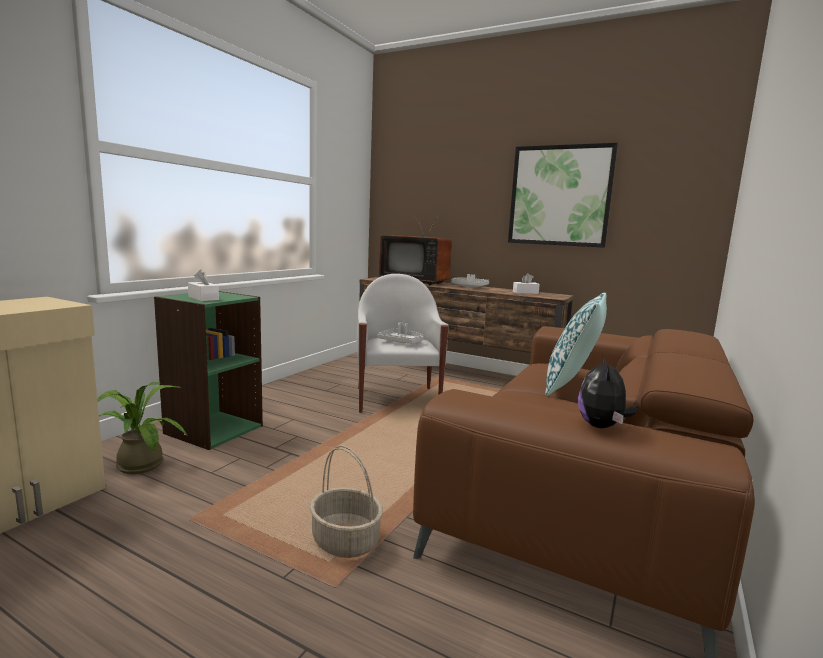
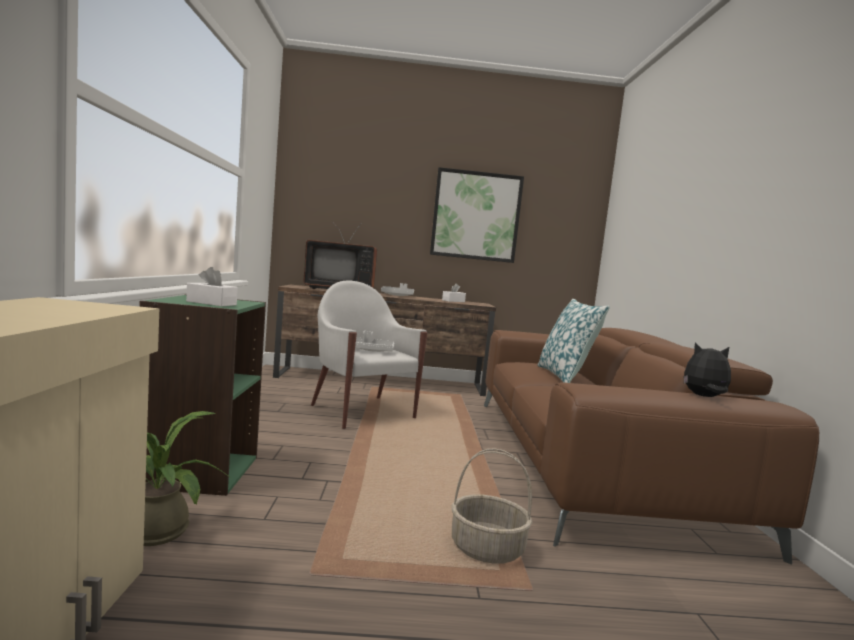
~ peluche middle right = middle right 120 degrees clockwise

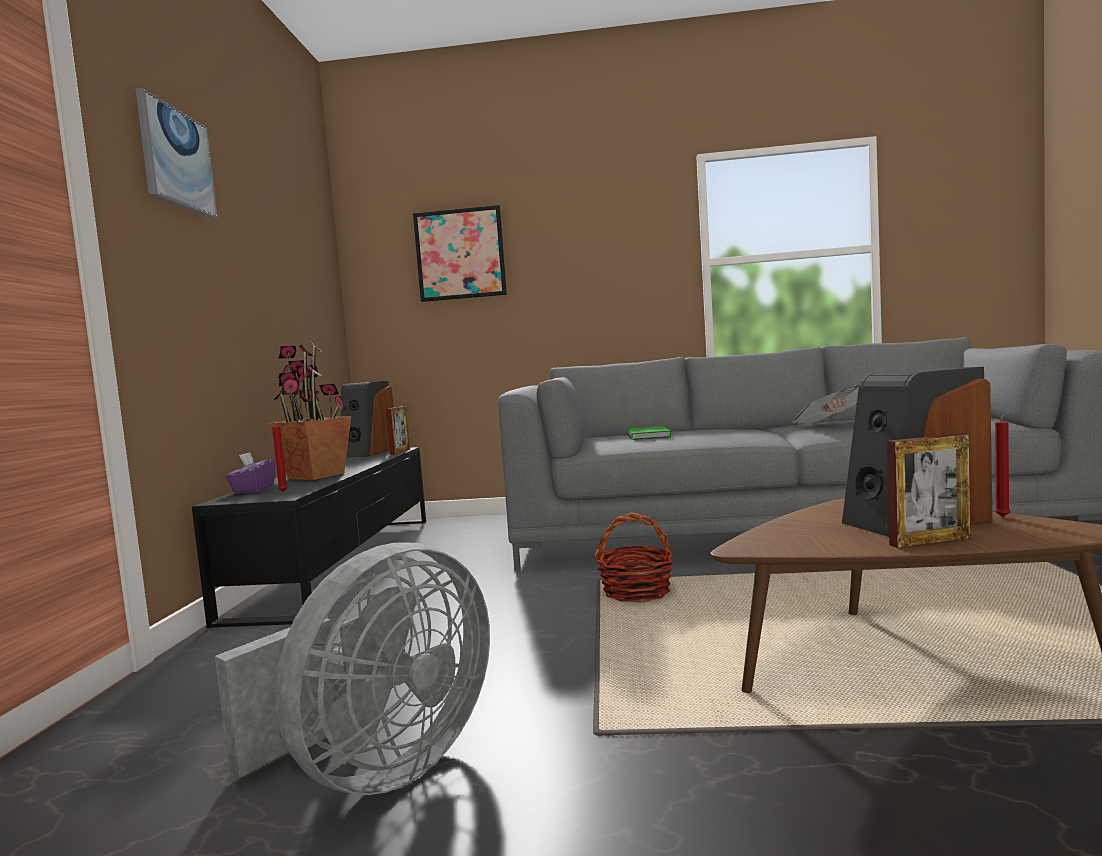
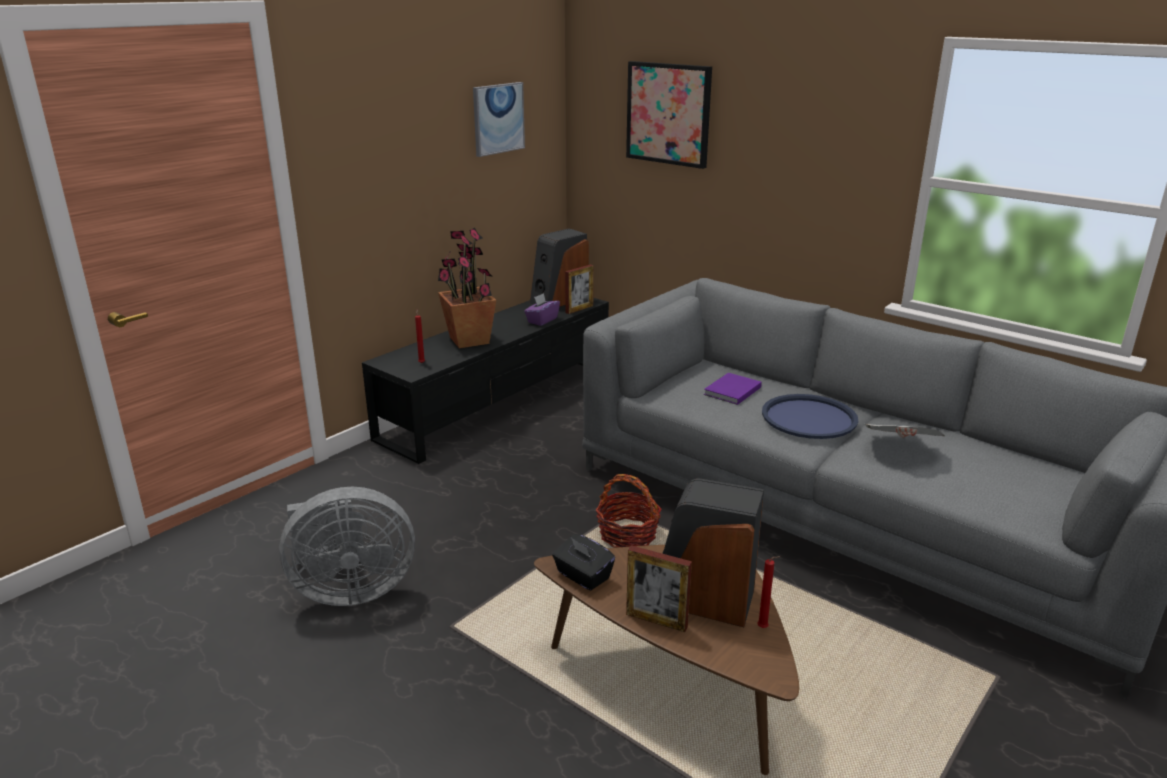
~ tableau (no. 1 from left) top left to top centre
~ boîte à mouchoirs (violet) middle left to centre
+ boîte à mouchoirs (noir) bottom centre
~ livre (vert) centre to livre (violet) centre
+ plateau (bleu) middle right

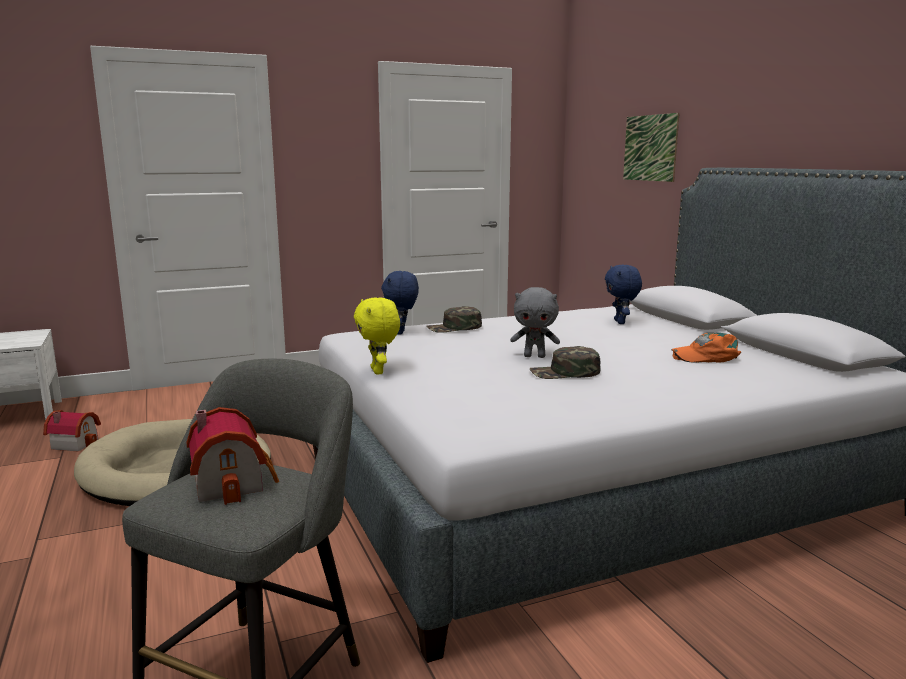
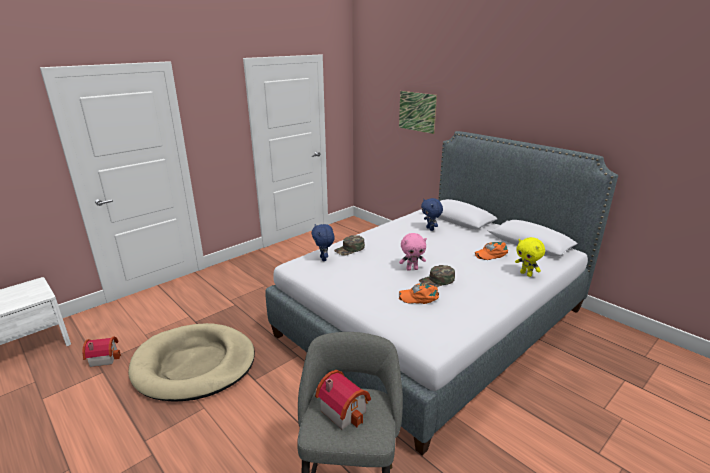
~ peluche (gris) centre to peluche (rose) centre
+ casquette (orange) (no. 1 from left) centre
~ peluche (jaune) centre to middle right

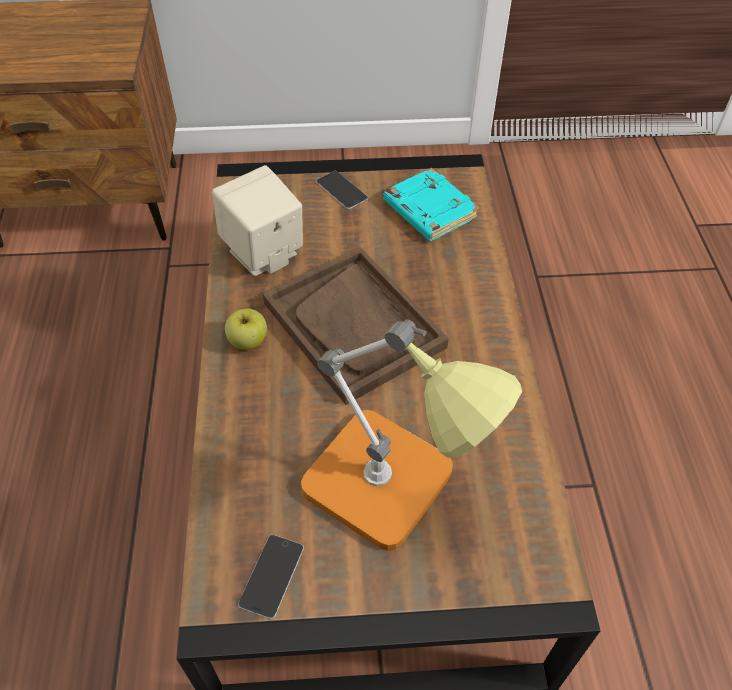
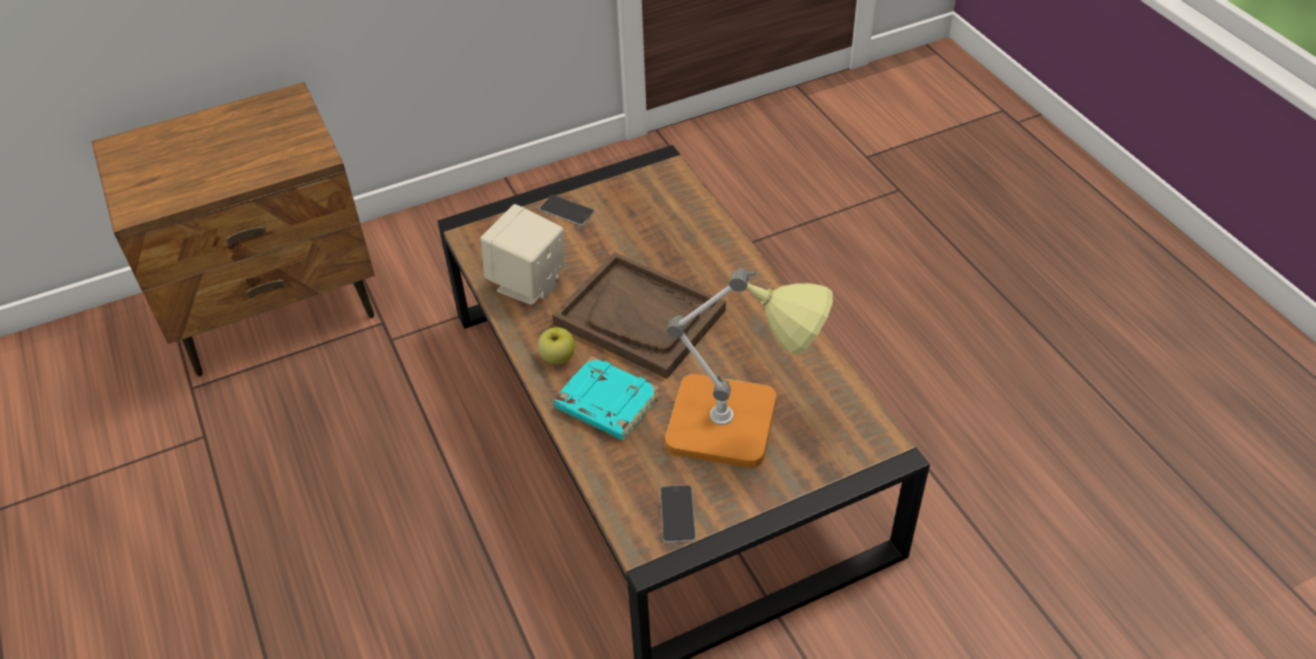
~ livre (turquoise) top centre to centre

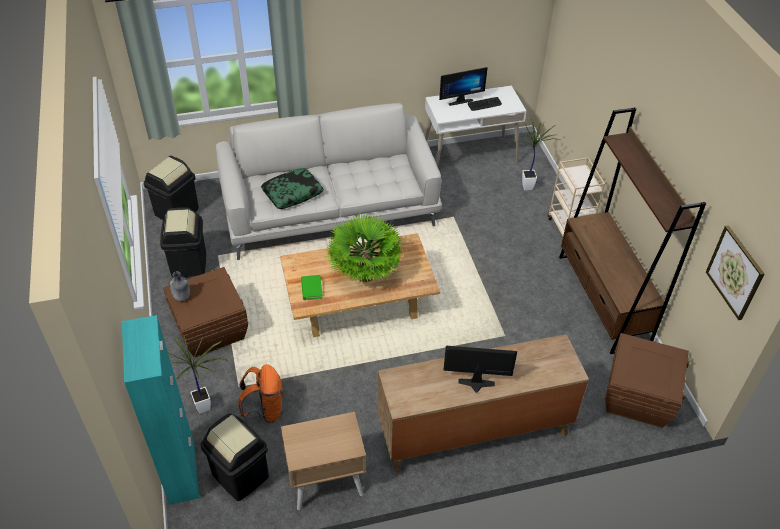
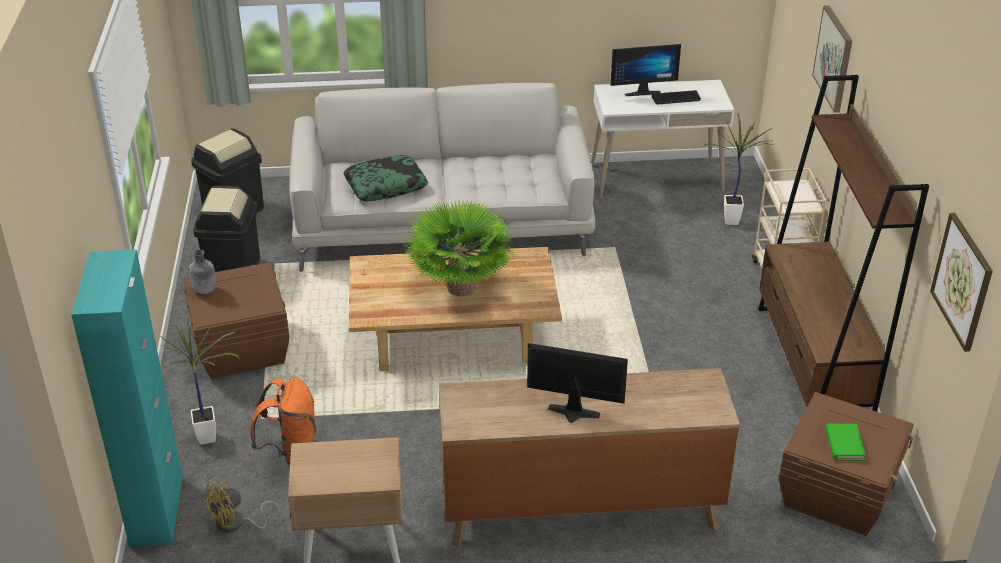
~ poubelle (noir) (no. 3 from left) bottom left to ventilateur (jaune) bottom left
+ tableau (no. 1 from left) top right
~ livre (vert) centre to bottom right

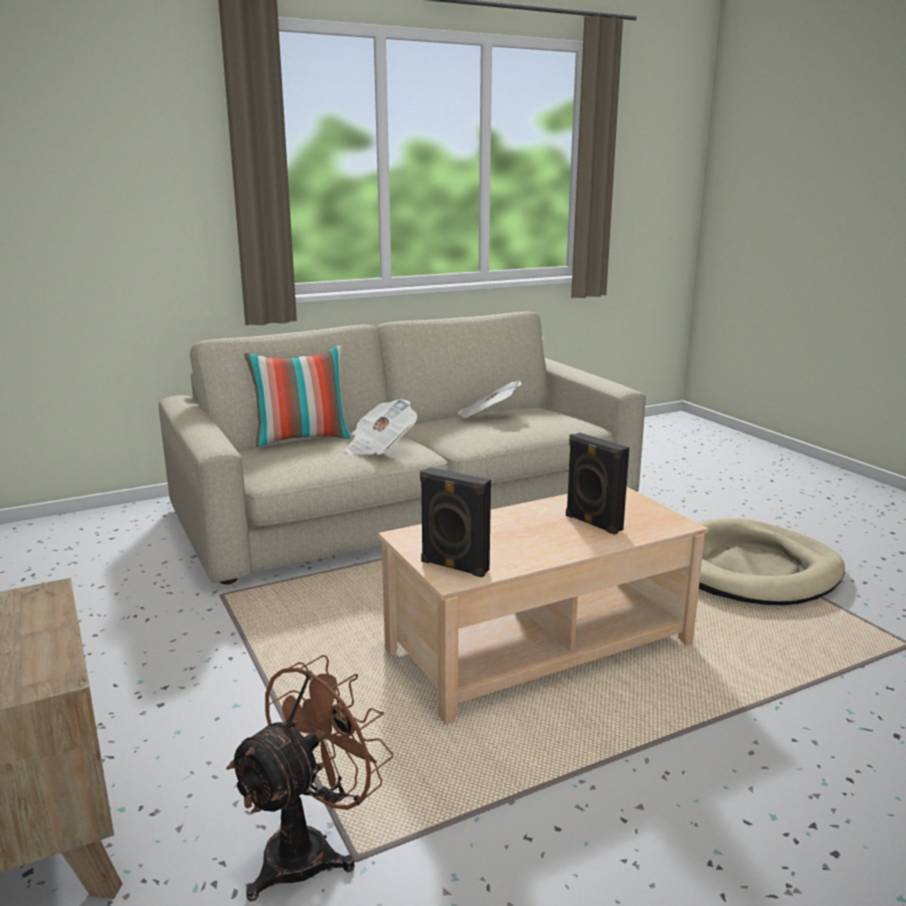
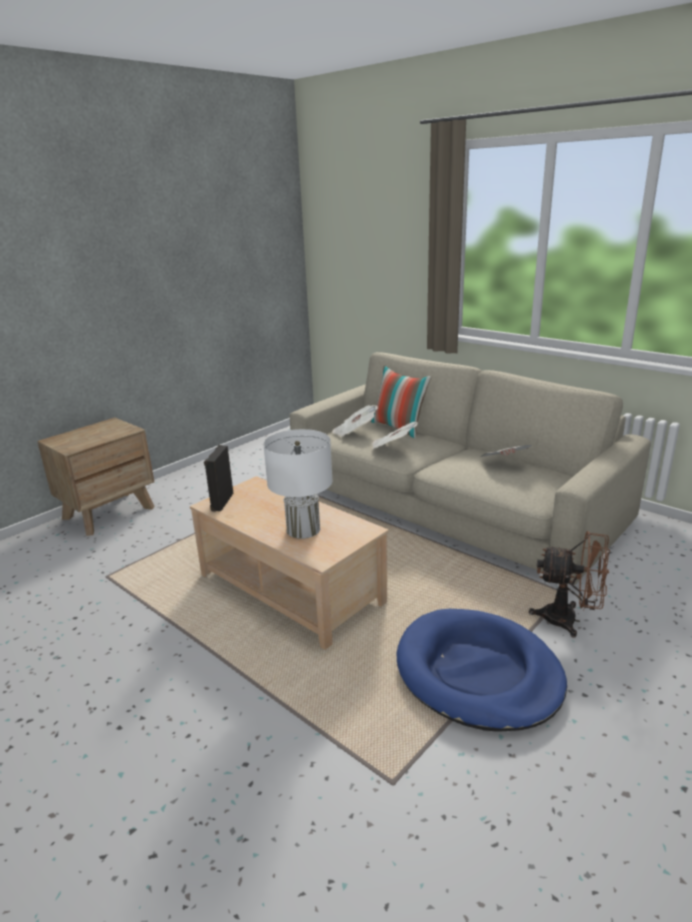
~ enceinte (noir) (no. 2 from left) centre to lampe de table (blanc) centre
+ journal (no. 1 from left) centre
~ panier pour chien (beige) middle right to panier pour chien (bleu) bottom right
~ ventilateur (marron) bottom centre to middle right

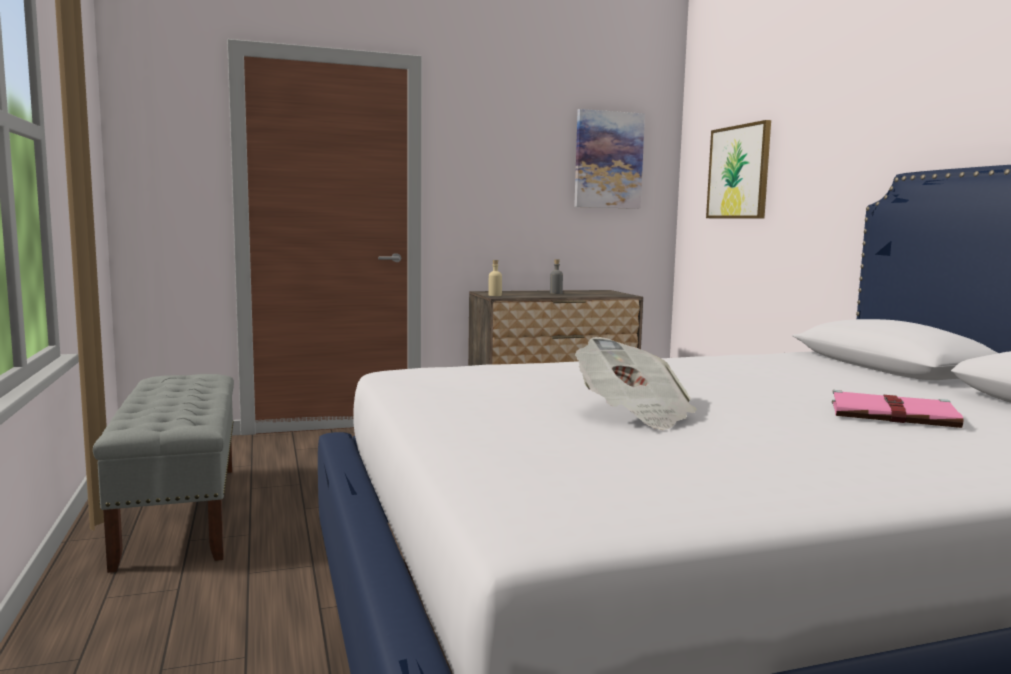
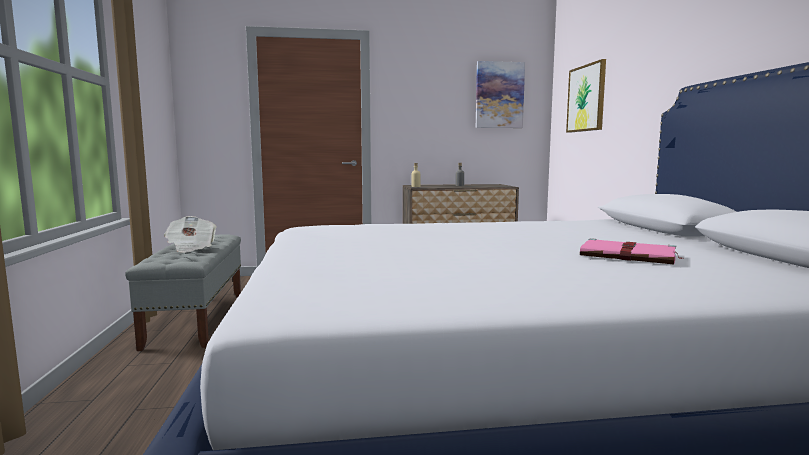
~ journal centre to middle left

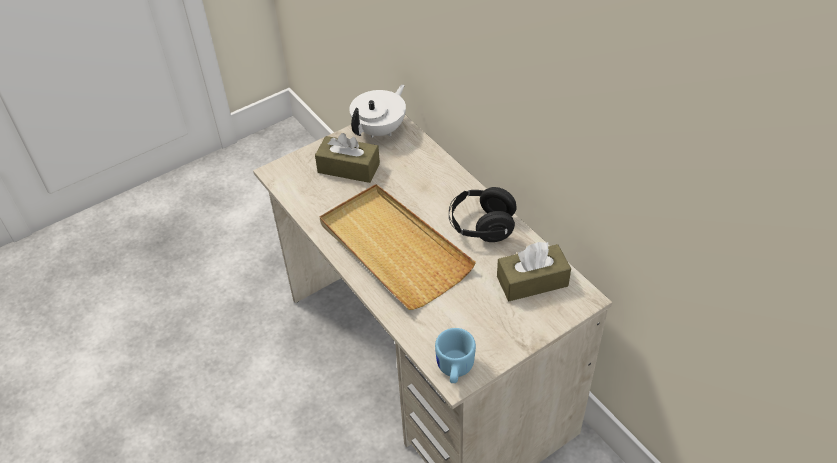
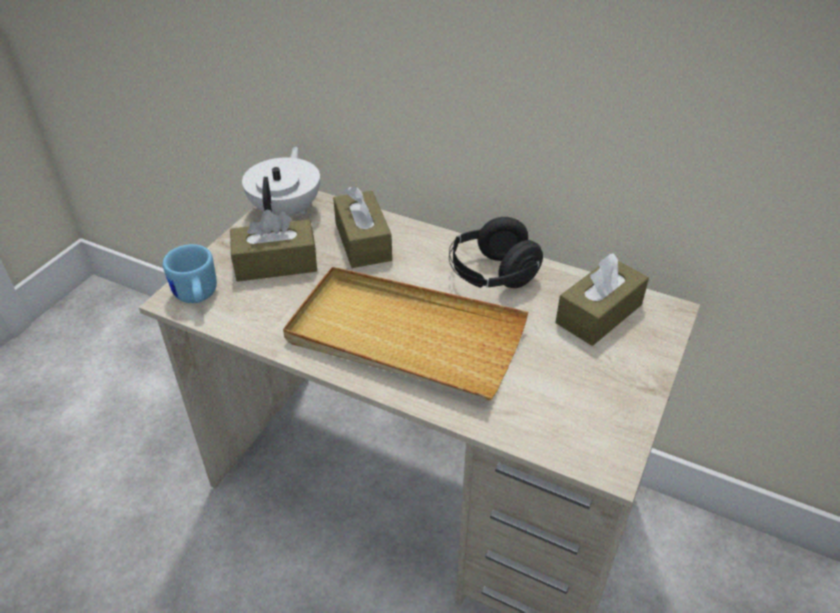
~ mug (bleu) bottom centre to middle left
+ boîte à mouchoirs (marron) (no. 2 from left) centre

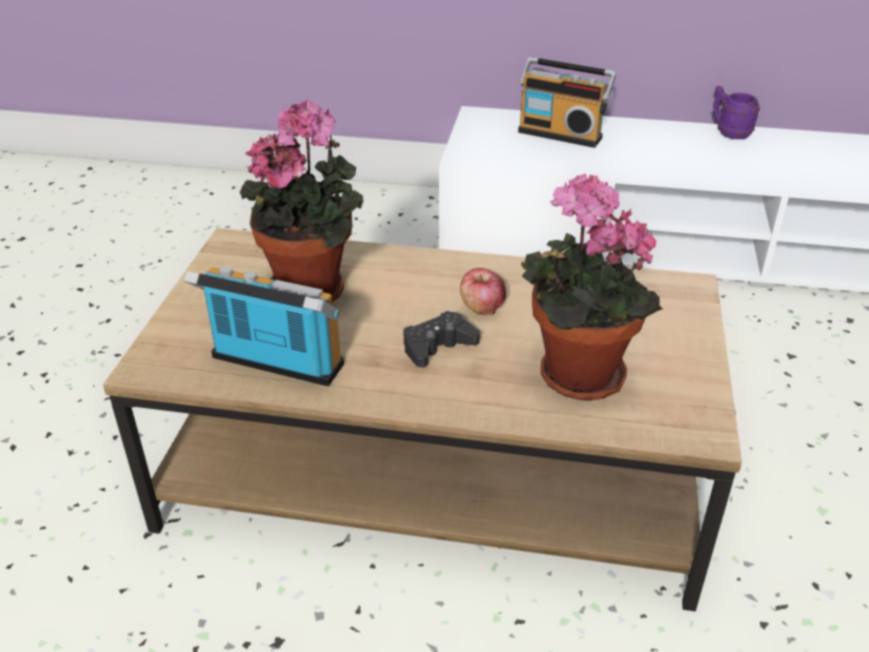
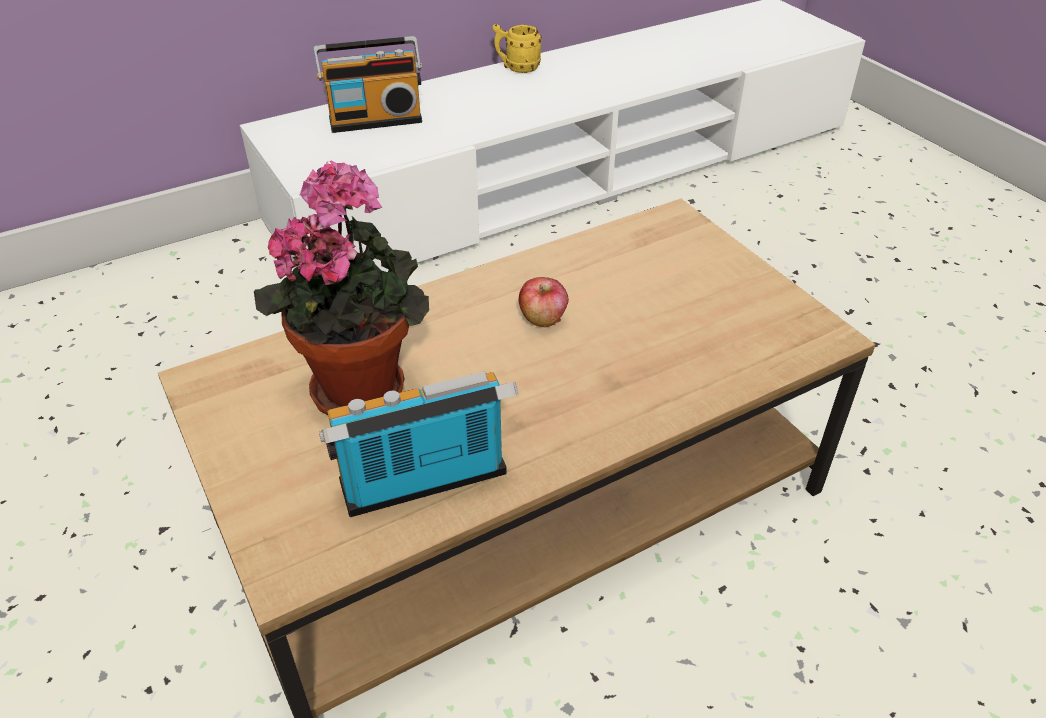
~ mug (violet) top right to mug (jaune) top centre
- manette (noir) centre
- plante en pot (no. 2 from left) middle right

